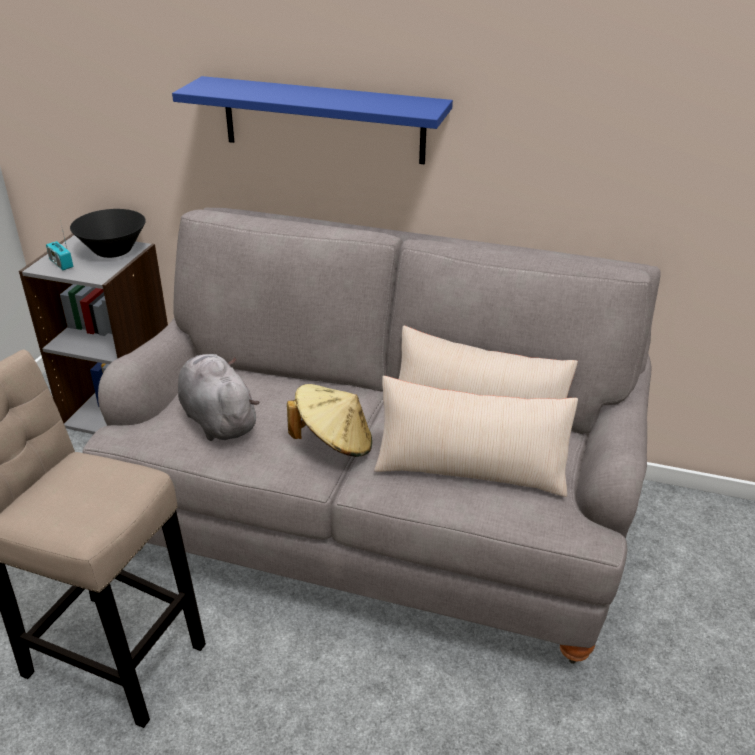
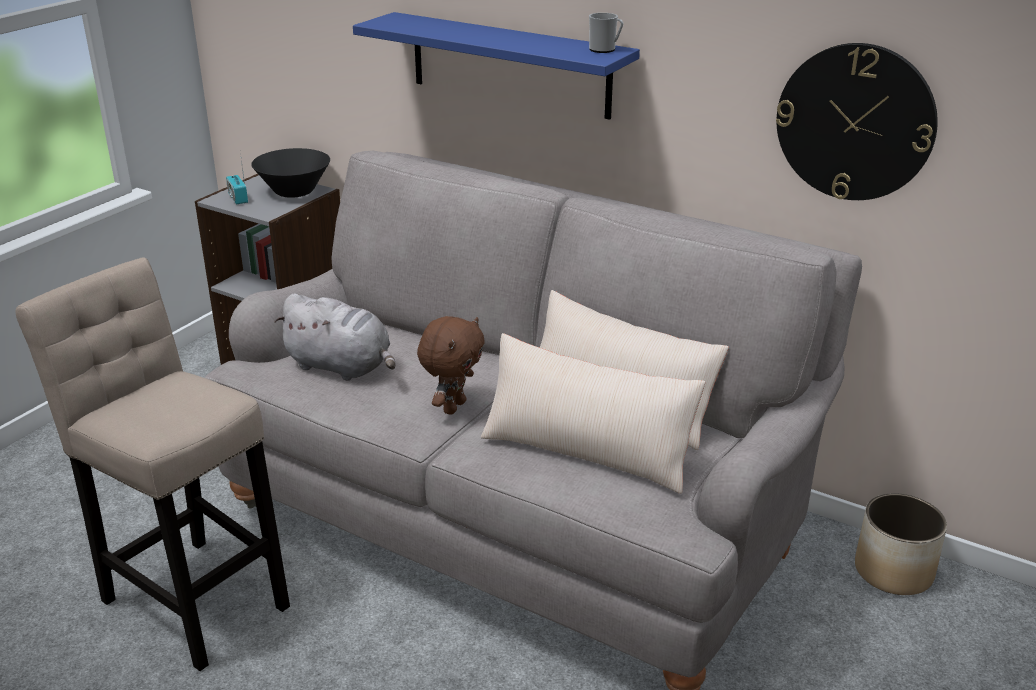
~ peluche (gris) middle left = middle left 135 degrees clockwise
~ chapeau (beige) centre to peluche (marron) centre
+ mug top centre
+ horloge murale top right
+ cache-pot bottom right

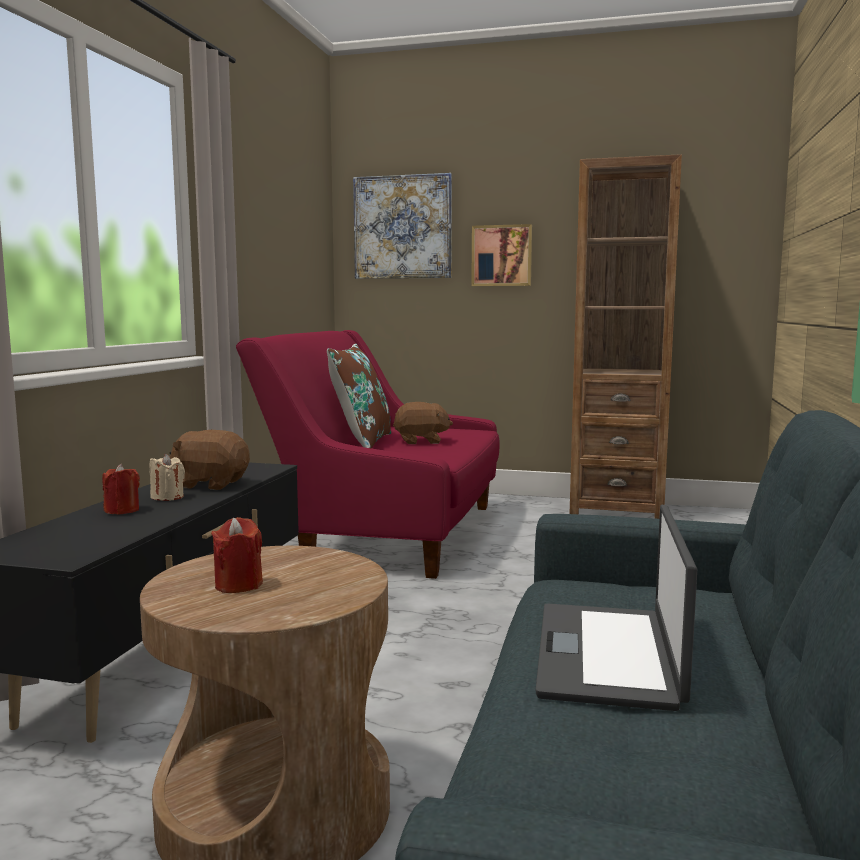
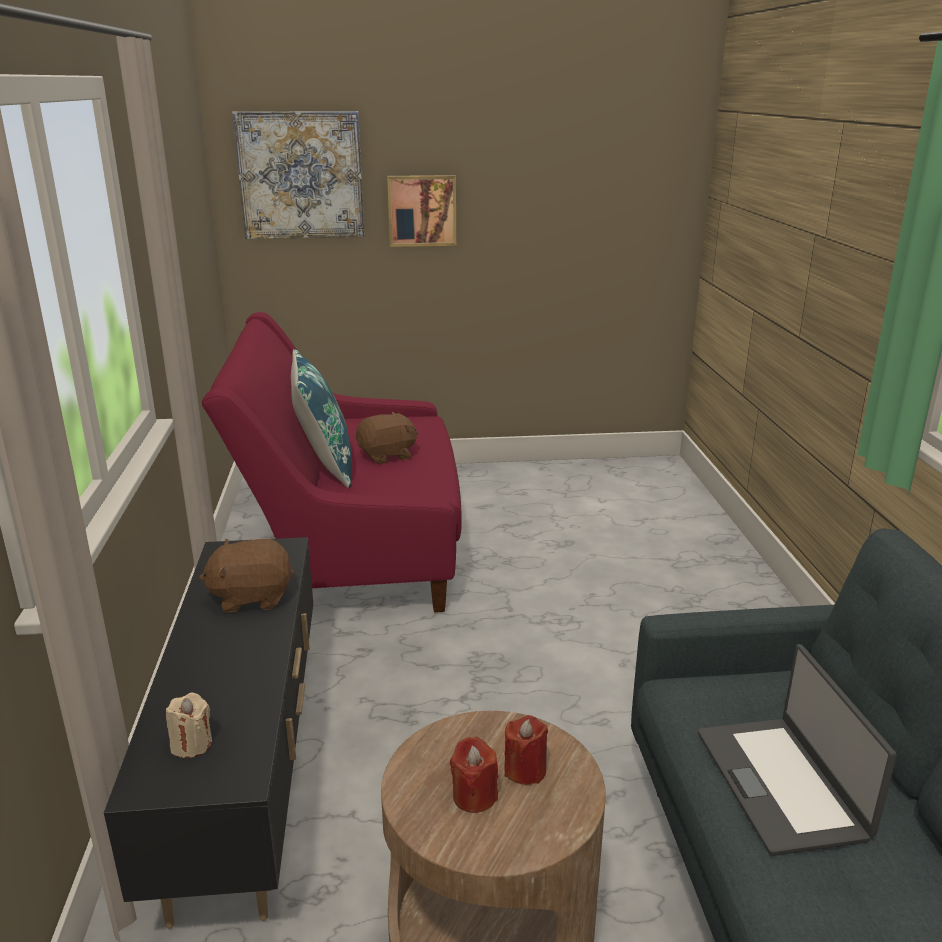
~ bougie (beige) middle left to bottom left
~ coussin (marron) centre to coussin (bleu) centre
~ bougie (rouge) (no. 1 from left in the first image) middle left to bougie (rouge) (no. 2 from left) bottom centre
- bibliothèque (marron) middle right

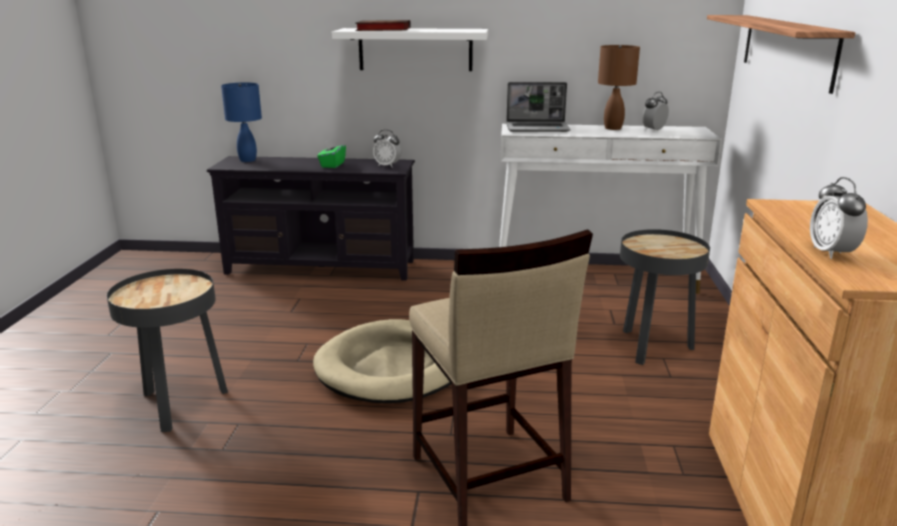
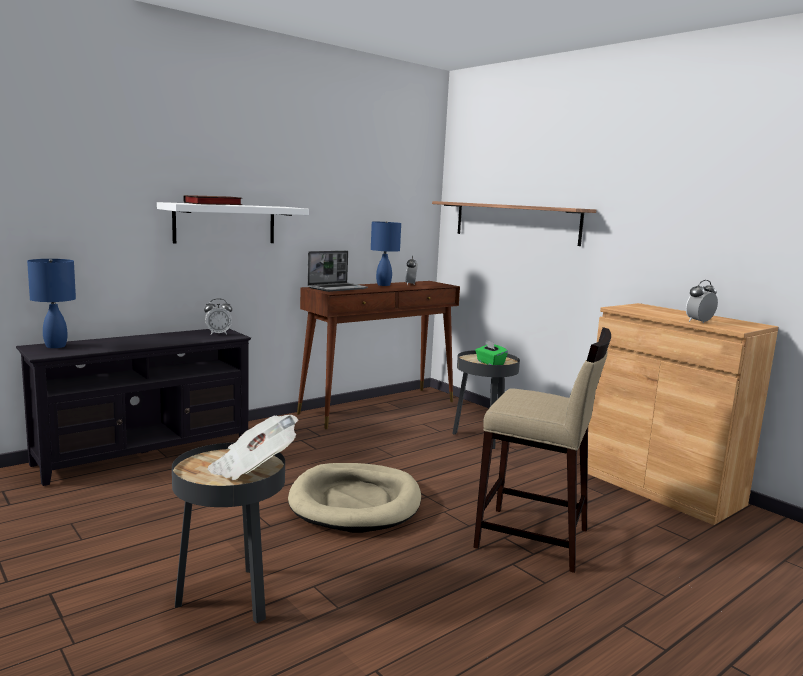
+ journal middle left
~ table console (blanc) middle right to table console (marron) centre
~ lampe de table (marron) top right to lampe de table (bleu) (no. 2 from left) centre
~ boîte à mouchoirs (vert) top centre to centre
~ réveil (no. 3 from left) middle right = middle right 105 degrees clockwise

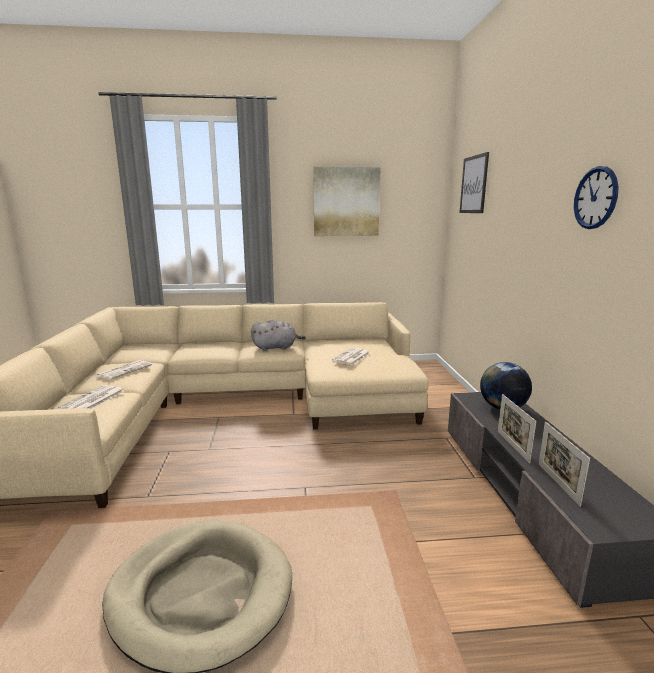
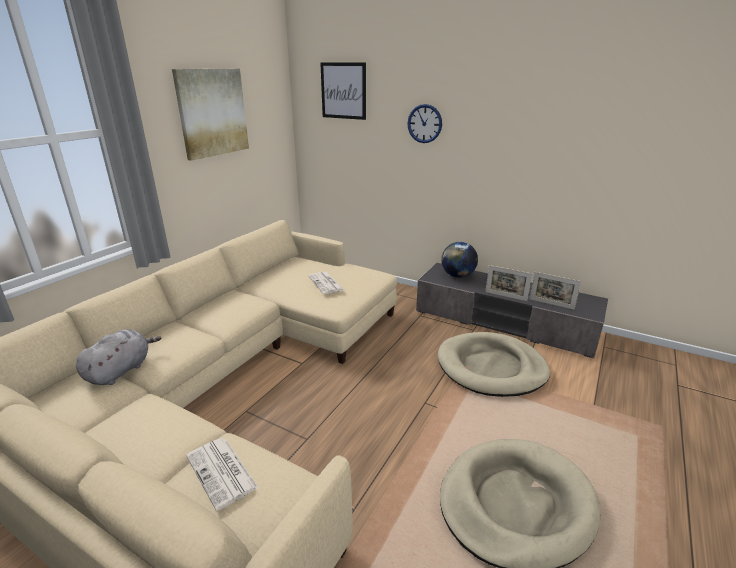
~ peluche (gris) centre to middle left
~ horloge murale top right to top centre
+ panier pour chien (beige) (no. 1 from left) middle right
- journal (no. 2 from left) middle left

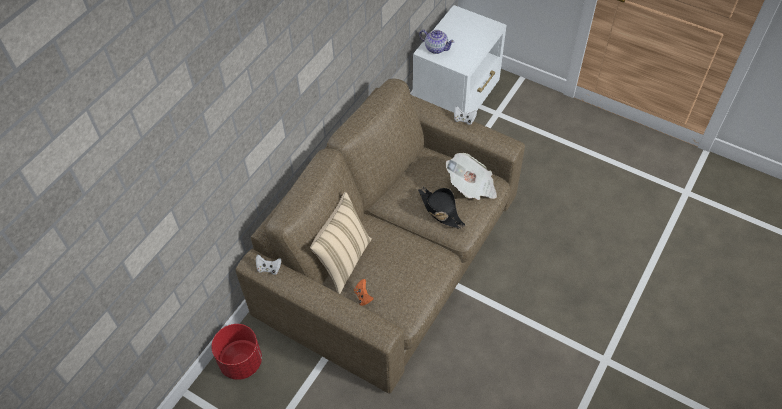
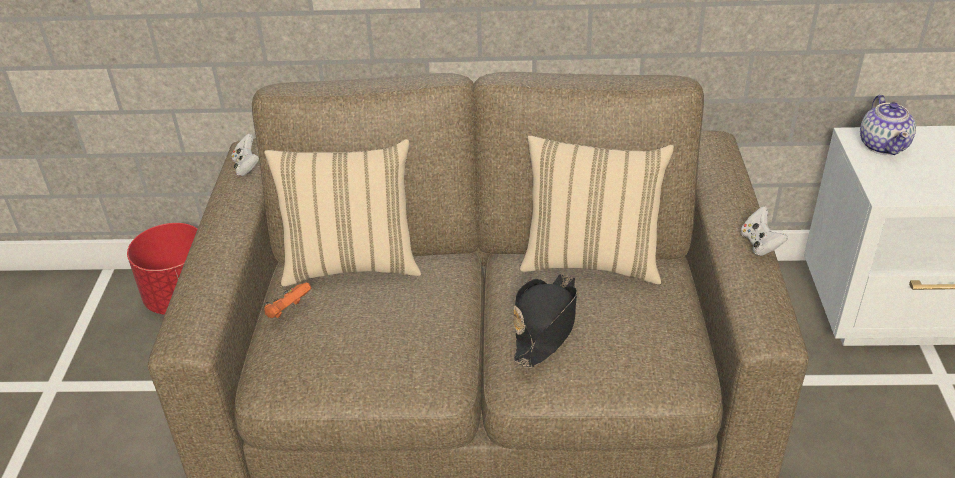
+ coussin (beige) (no. 2 from left) centre
- journal centre

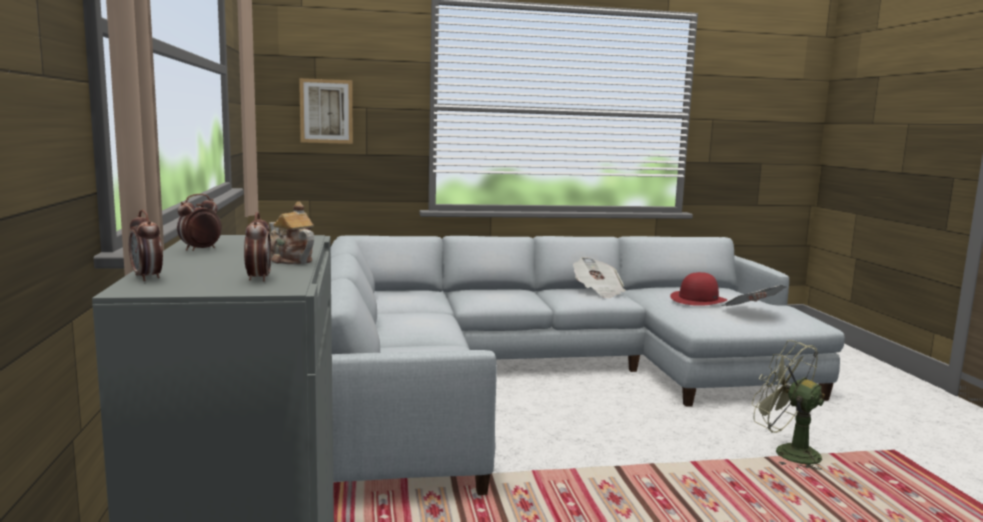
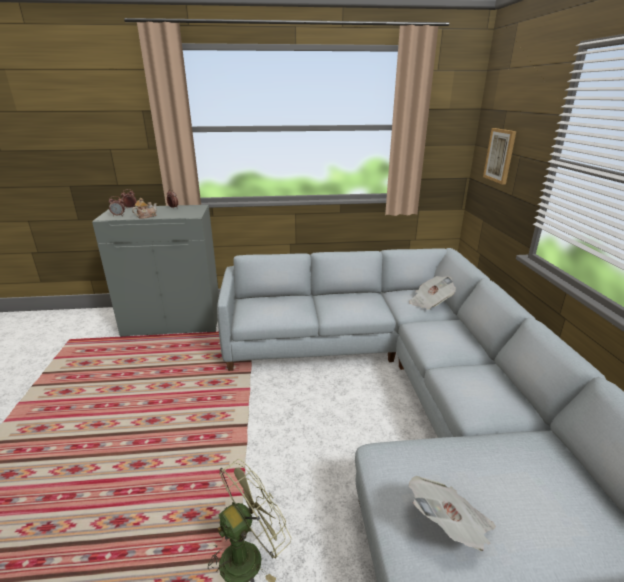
~ journal (no. 1 from left) centre to middle right
- chapeau (rouge) middle right

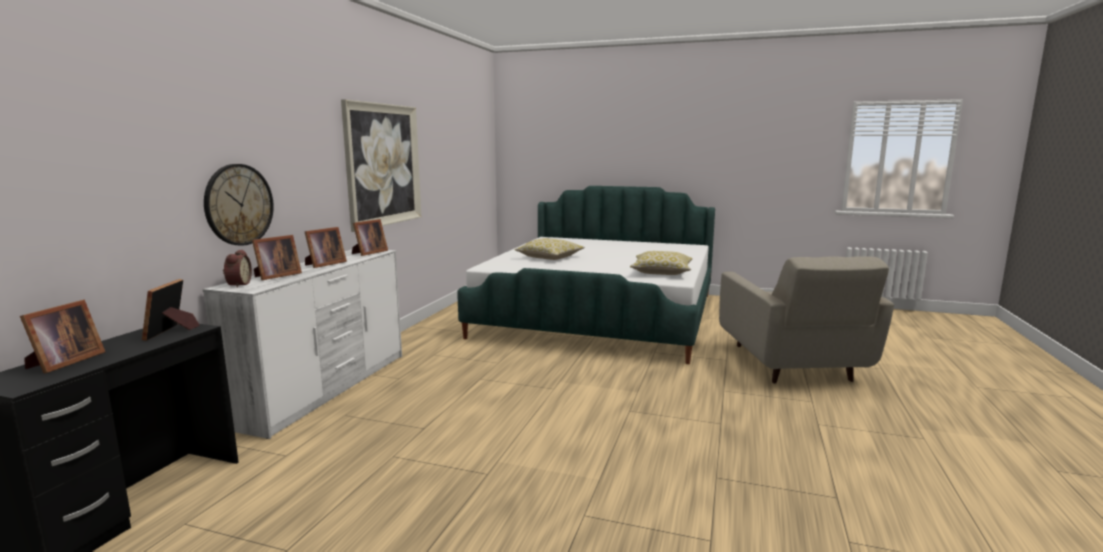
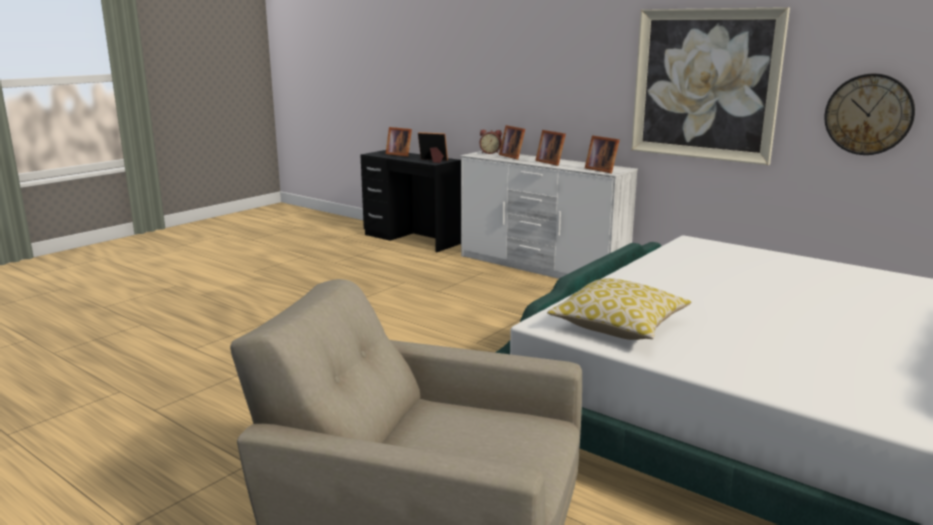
~ horloge murale middle left to top right
- coussin (no. 1 from left) centre

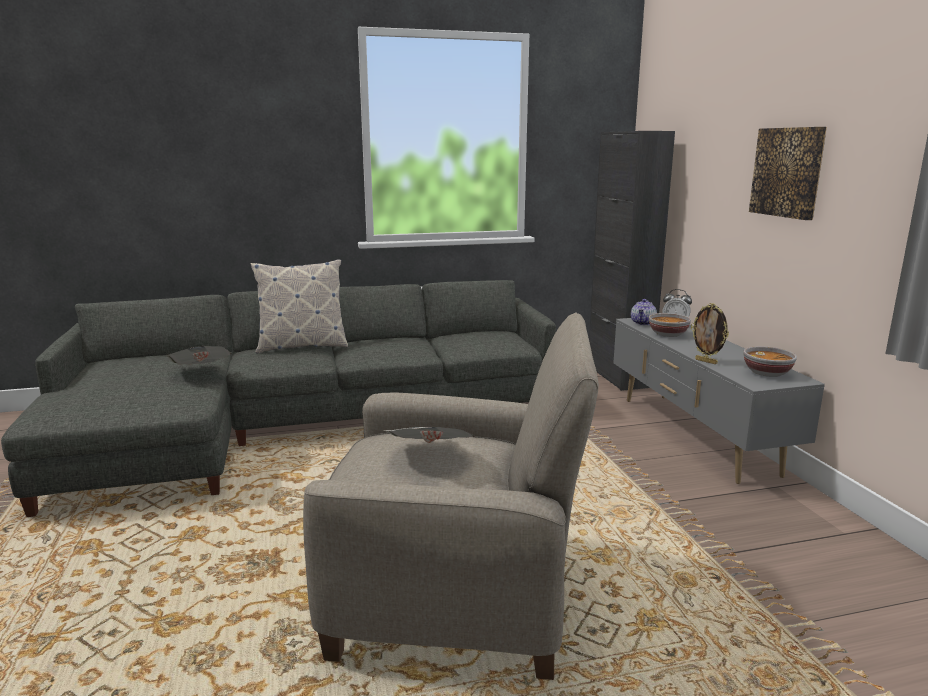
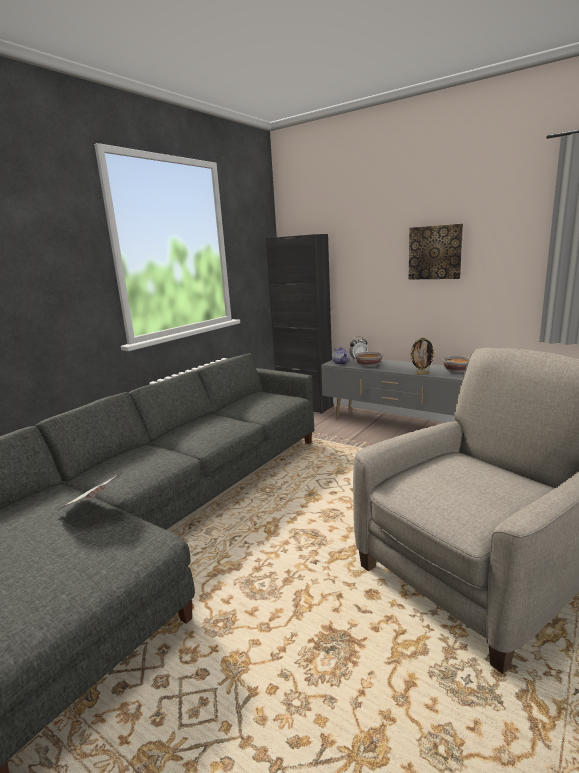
- coussin middle left
- journal (no. 2 from left) centre

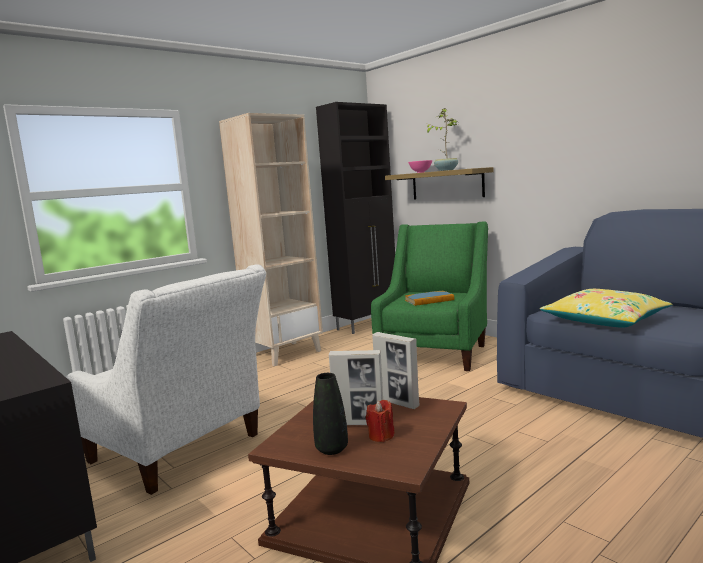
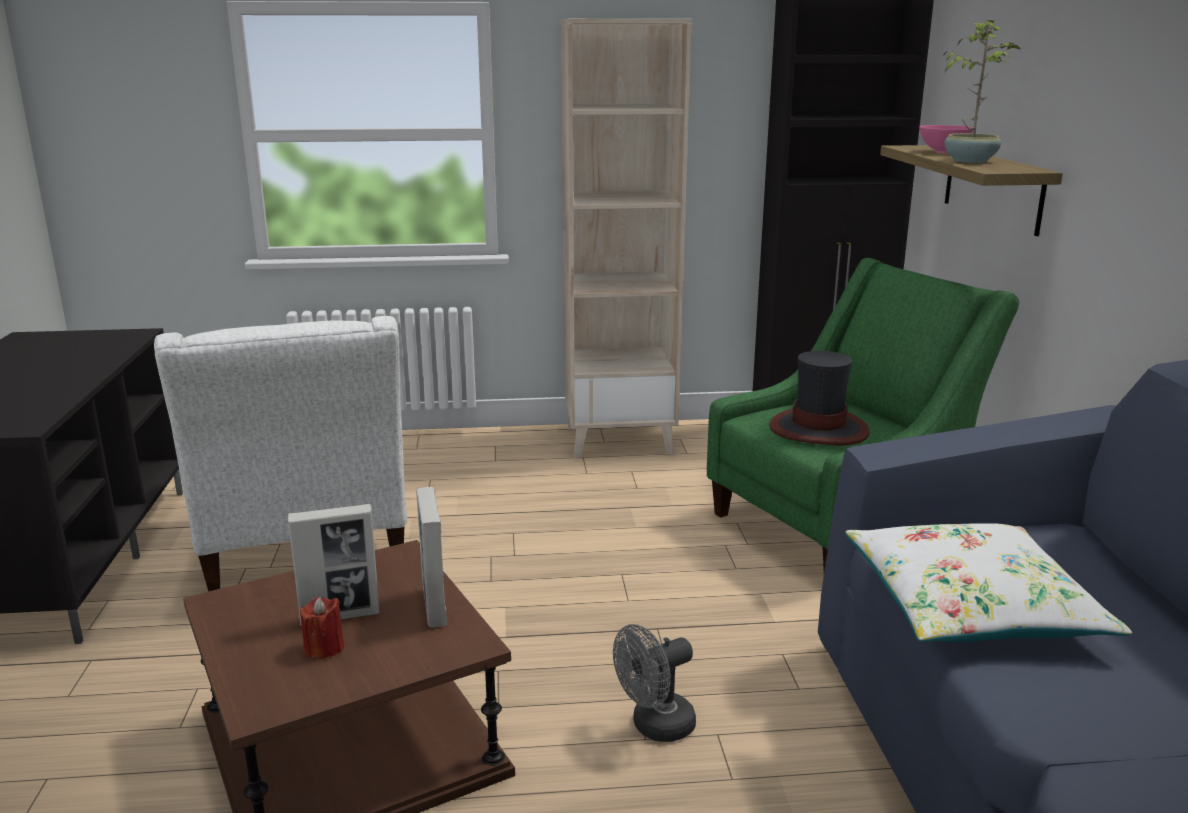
~ cadre photo (no. 1 from left) bottom centre = bottom left 60 degrees counterclockwise
+ ventilateur (gris) bottom centre
~ livre centre to chapeau middle right
~ coussin (jaune) middle right to coussin (blanc) bottom right
- vase (noir) bottom centre

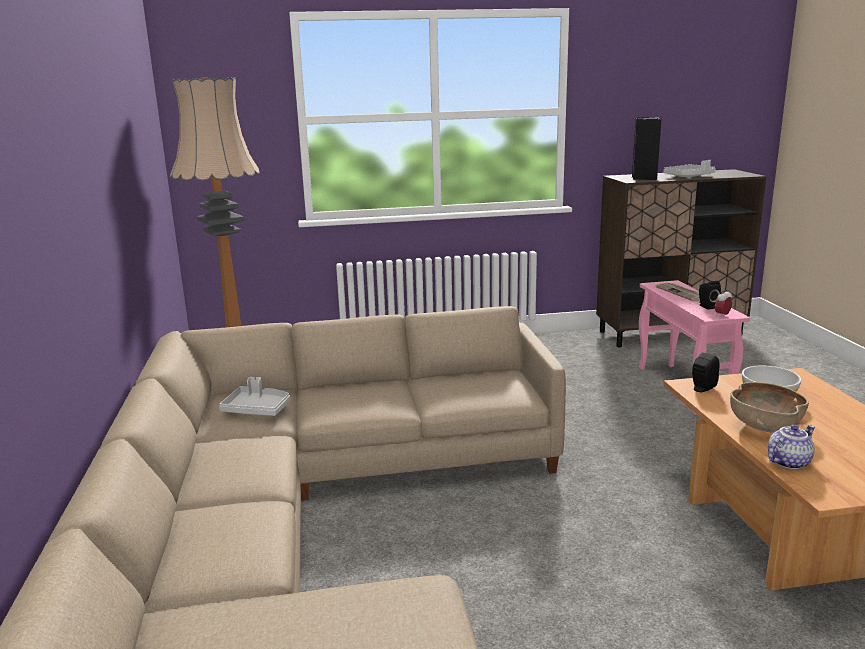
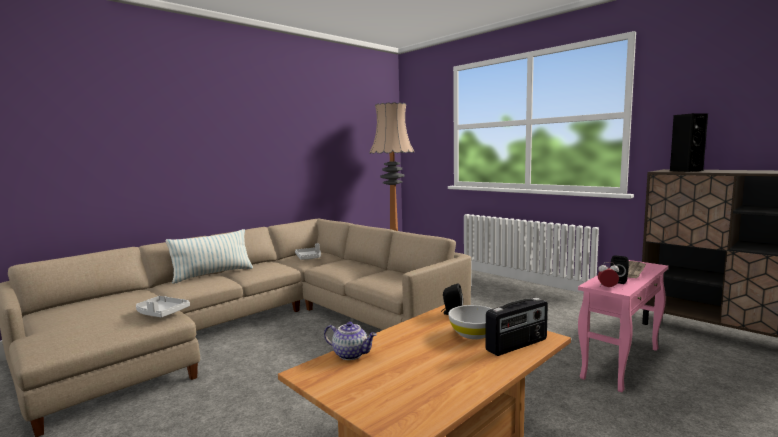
~ plateau (gris) (no. 2 from left in the first image) top right to plateau (gris) (no. 1 from left) bottom left
+ coussin middle left
+ radio bottom centre
- bol (marron) middle right

